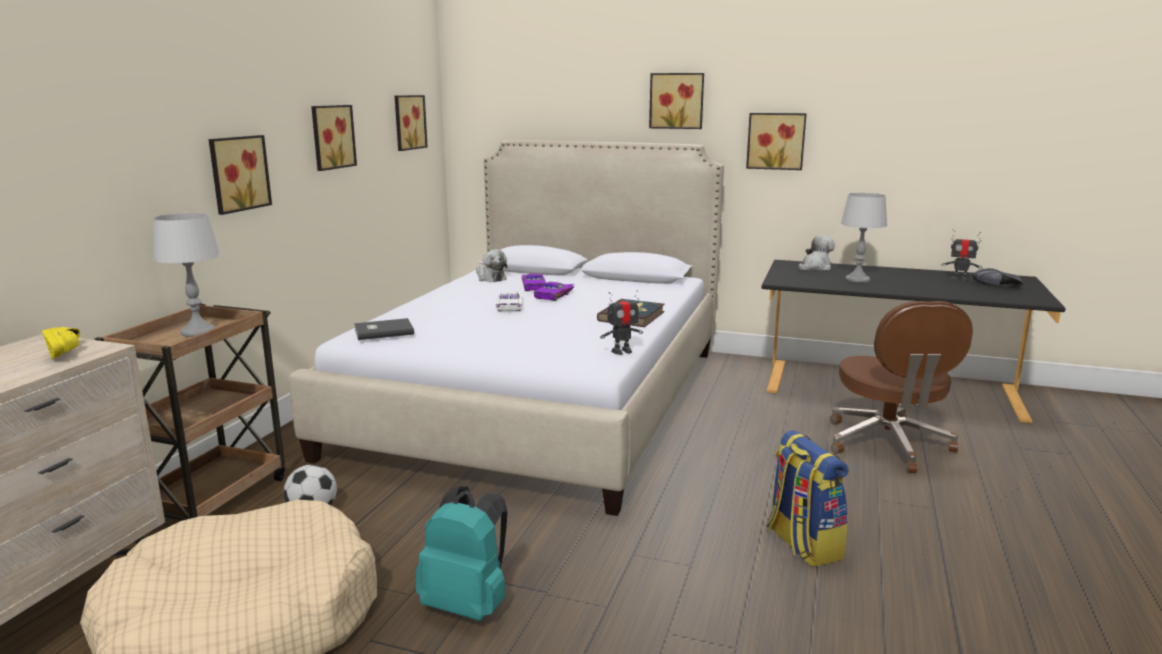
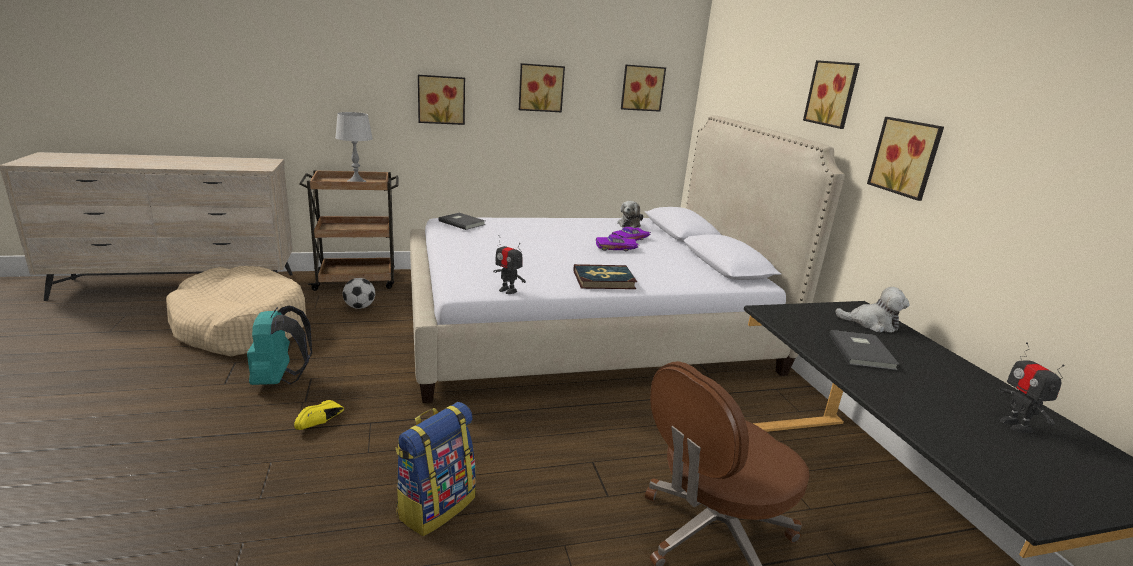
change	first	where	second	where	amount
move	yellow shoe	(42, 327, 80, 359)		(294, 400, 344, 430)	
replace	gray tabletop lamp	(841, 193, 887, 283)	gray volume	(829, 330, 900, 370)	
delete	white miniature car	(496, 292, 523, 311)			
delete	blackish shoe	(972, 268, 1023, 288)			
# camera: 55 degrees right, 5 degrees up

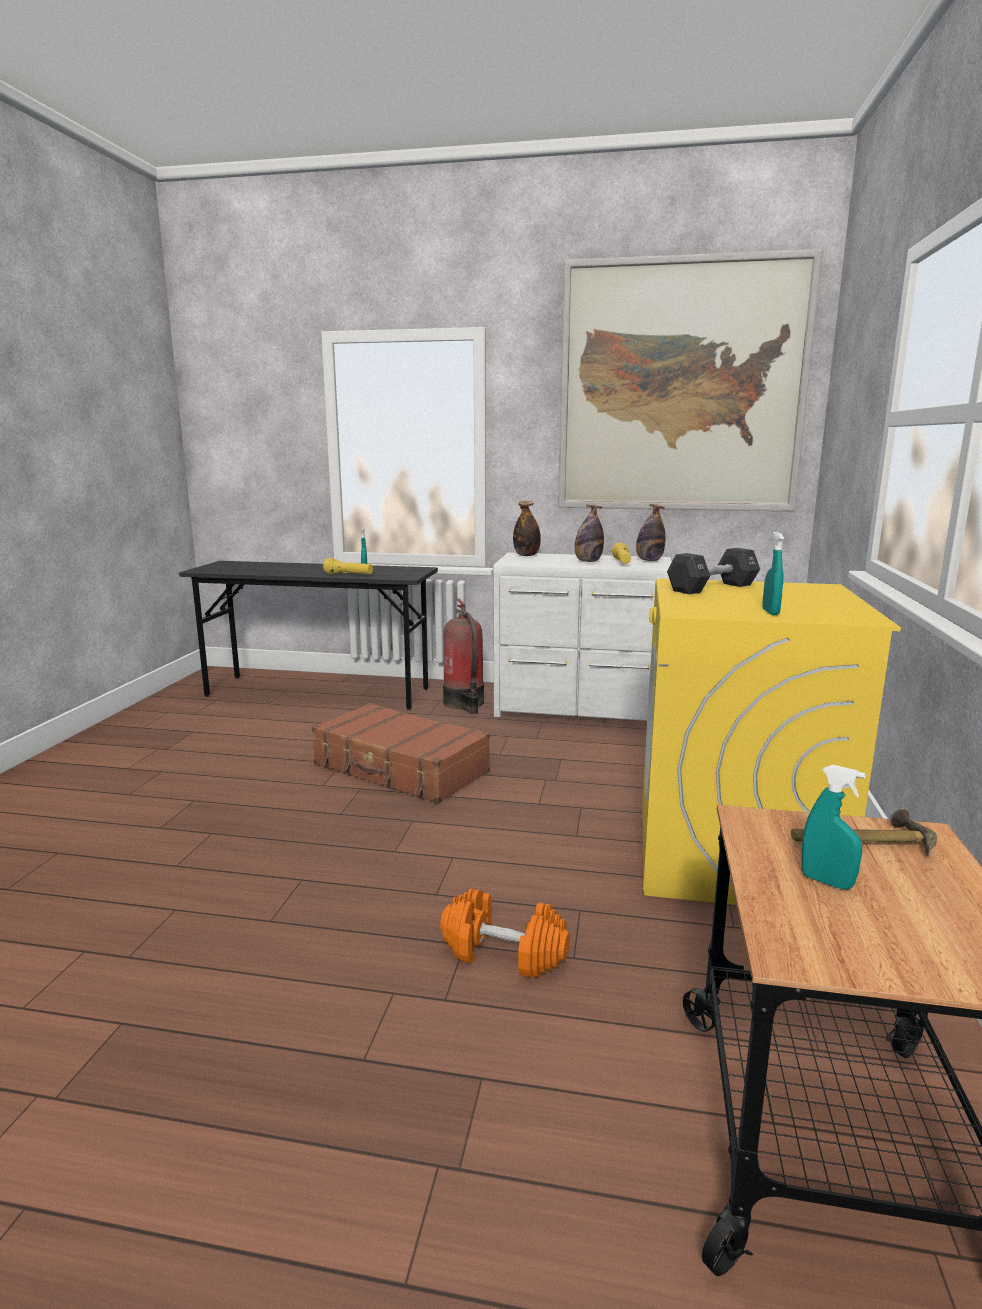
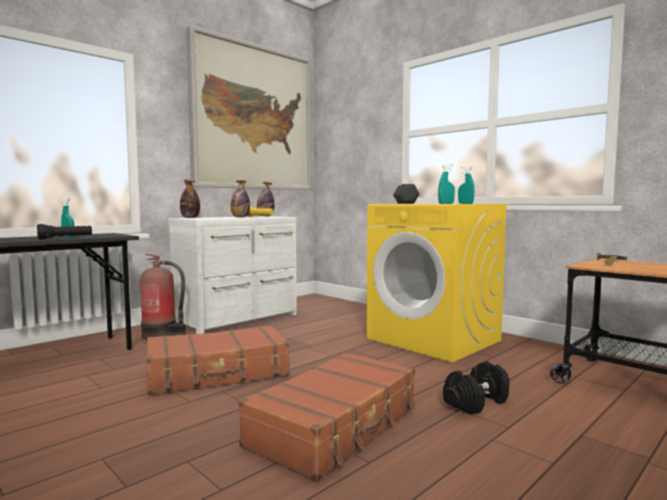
change	first	where	second	where	amount
recolor	yellow flashlight	(323, 558, 373, 574)	blackish flashlight	(37, 224, 92, 239)	
insert			brown-coloured piece of luggage	(238, 352, 415, 482)	
move	turquoise-coloured spray bottle	(801, 765, 866, 889)		(438, 164, 455, 204)	
recolor	orange-coloured free weight	(440, 888, 570, 978)	blackish free weight	(443, 361, 510, 415)	
# camera: 55 degrees left, 10 degrees down

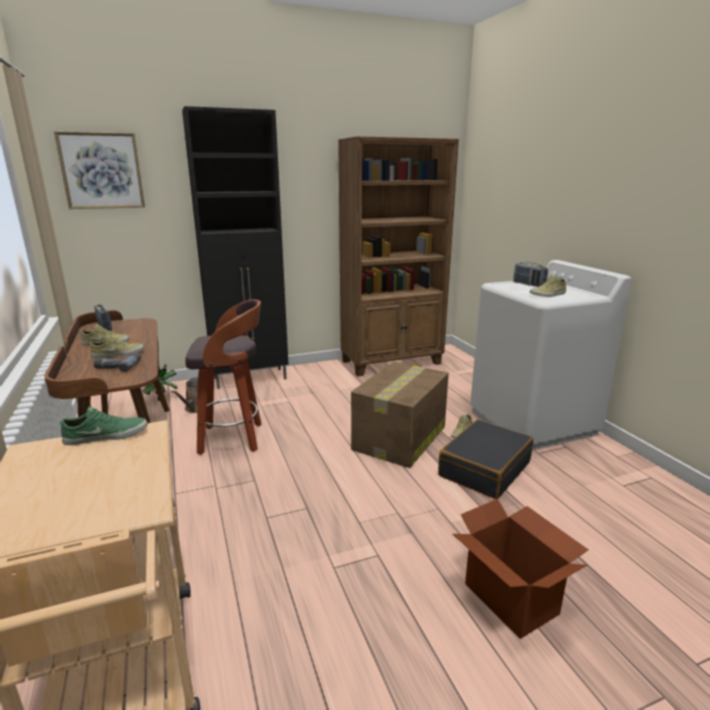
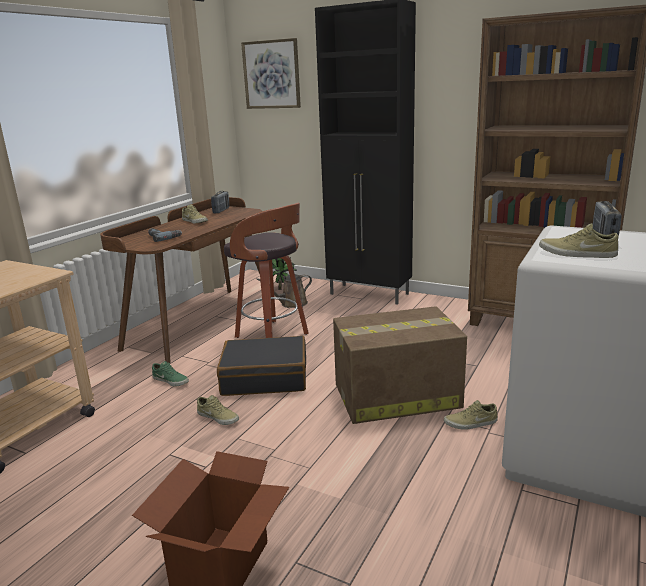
change	first	where	second	where	amount
move	greenish shoe	(60, 407, 148, 445)		(152, 361, 189, 386)	
move	sand-coloured shoe	(90, 334, 144, 358)		(197, 395, 239, 425)	
move	blackish piece of luggage	(438, 420, 533, 499)		(217, 336, 306, 396)	
# camera: 50 degrees right, 0 degrees up

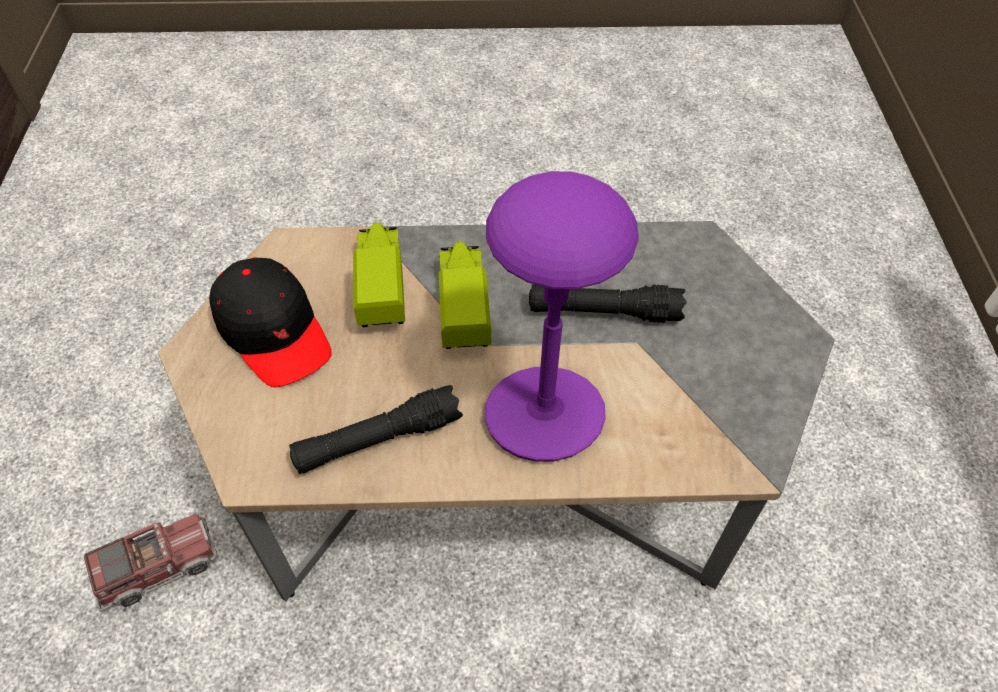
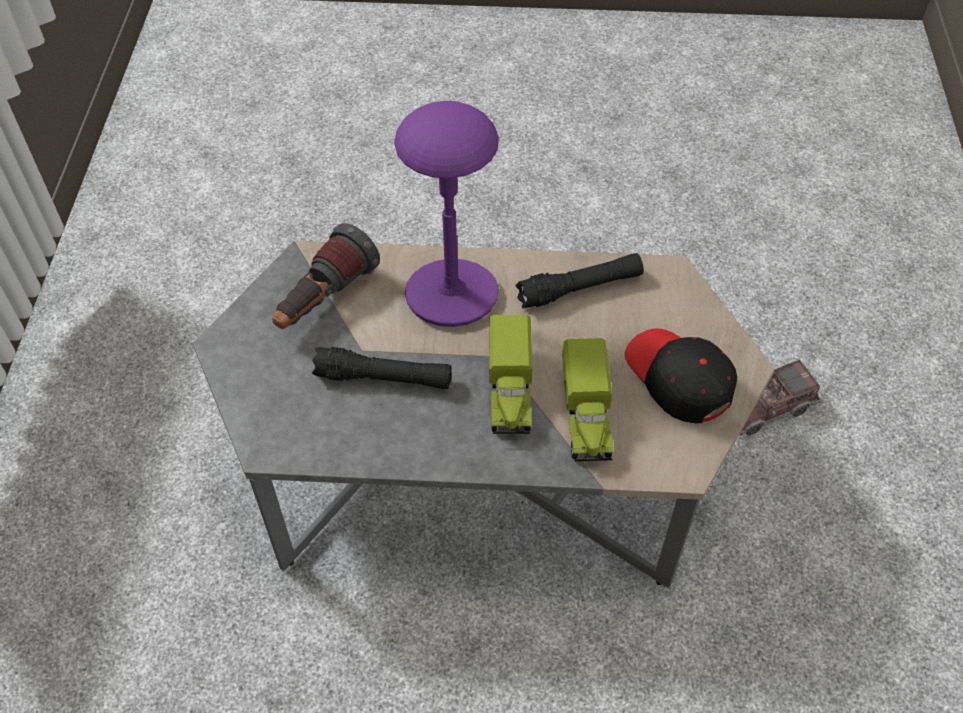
change	first	where	second	where	amount
insert			flashlight	(272, 223, 380, 329)	
# camera: 175 degrees left, 0 degrees up

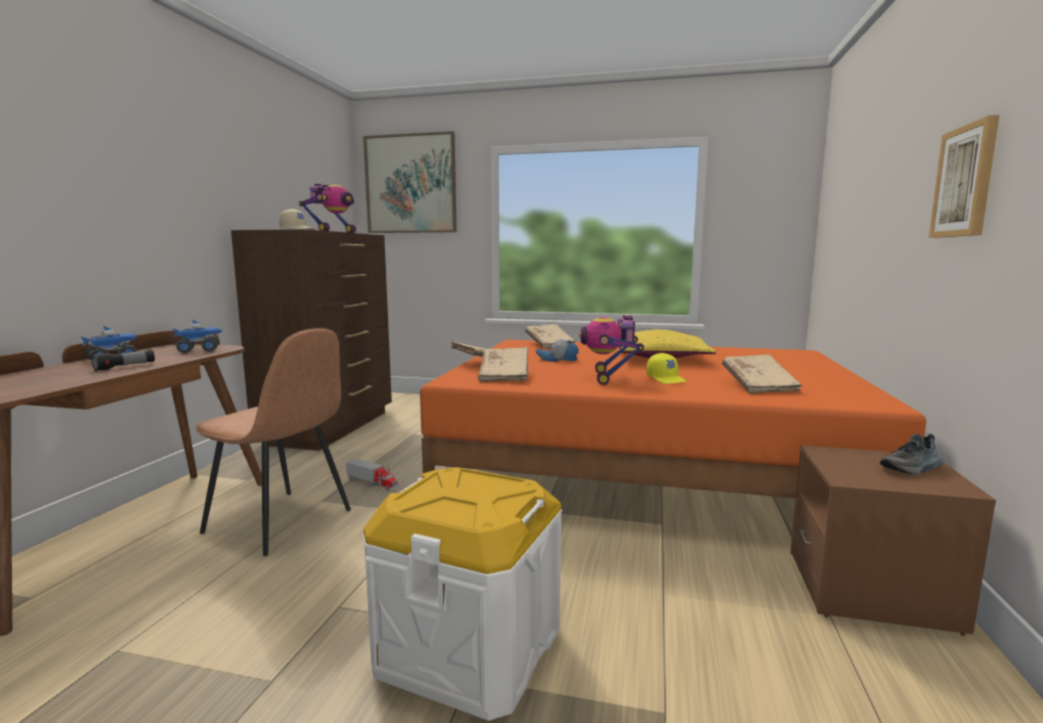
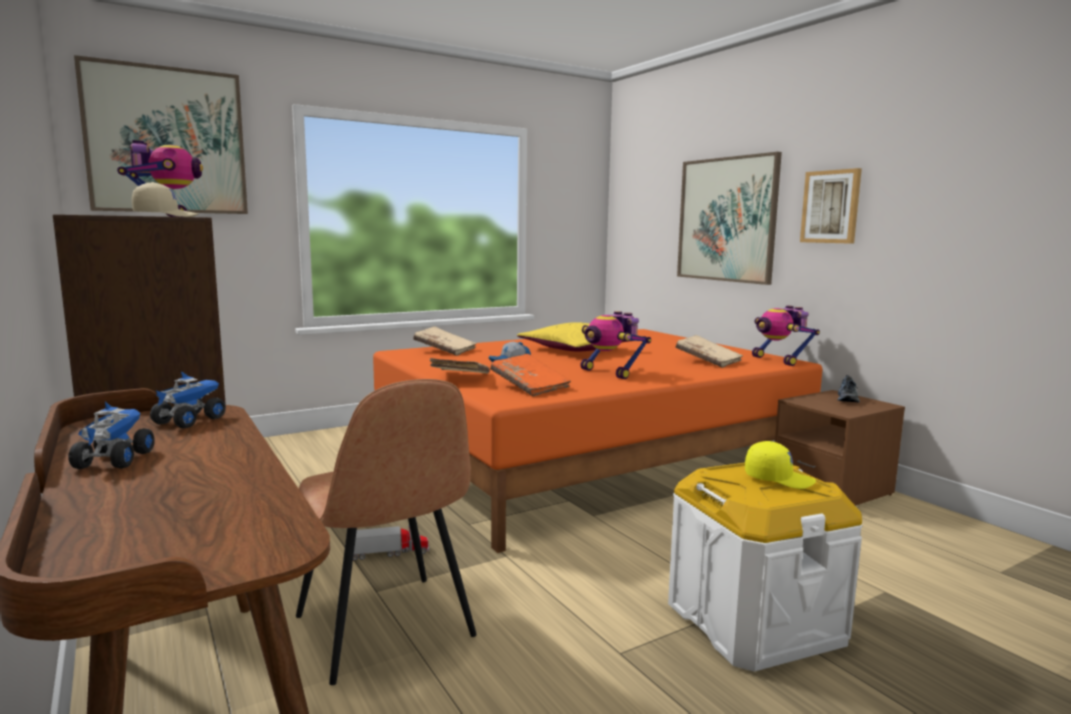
change	first	where	second	where	amount
rotate	brown-coloured chair	(196, 328, 351, 556)		(296, 379, 477, 685)	75 degrees clockwise
recolor	sand-coloured volume	(478, 347, 528, 382)	orange-coloured volume	(490, 354, 571, 396)	
insert			picture	(677, 152, 782, 285)	
move	yellow cap	(646, 353, 687, 384)		(745, 441, 816, 489)	
insert			model robot	(752, 306, 820, 366)	
delete	flashlight	(91, 350, 155, 371)			
# camera: 45 degrees left, 0 degrees up

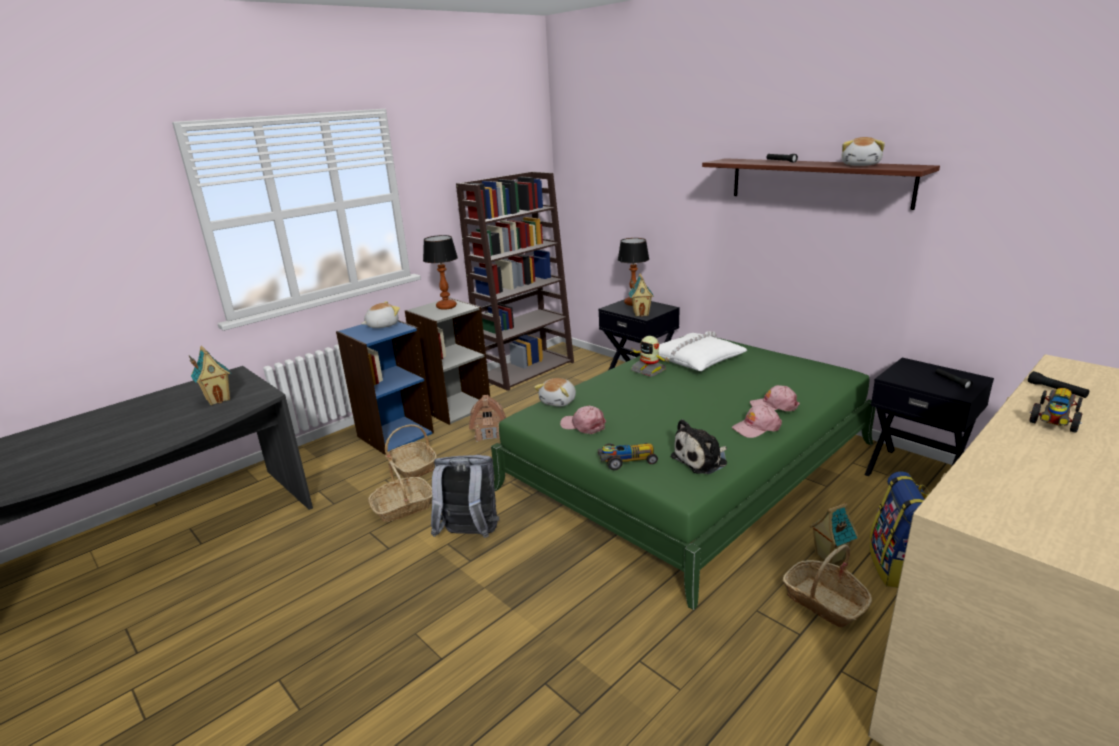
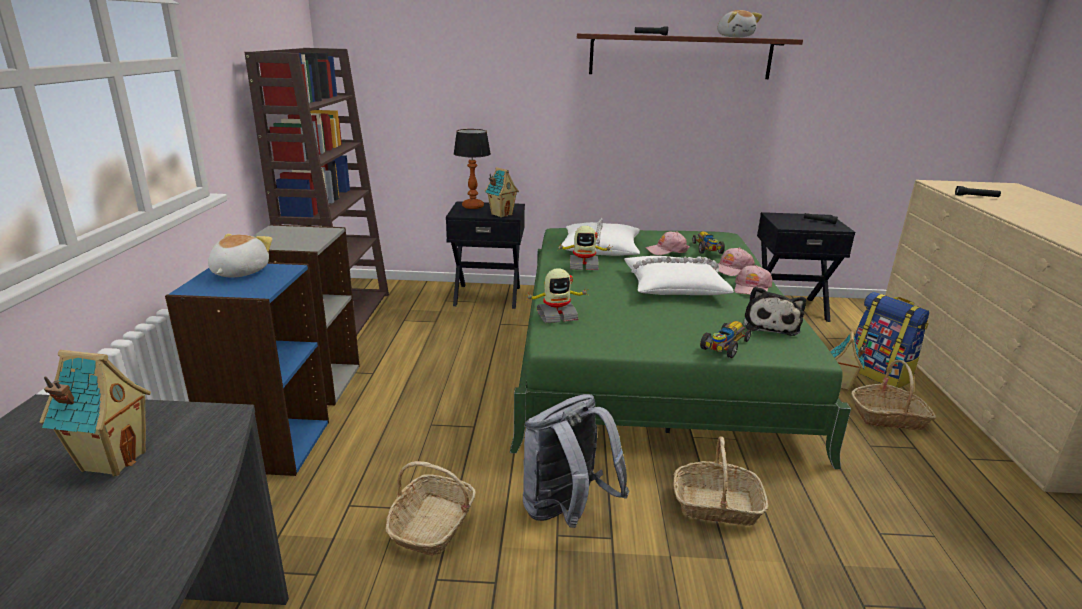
change	first	where	second	where	amount
replace	soft toy	(534, 378, 576, 407)	model robot	(524, 268, 588, 323)	
insert			white throw pillow	(624, 256, 734, 295)	
move	pink-coloured cap	(560, 406, 606, 434)		(645, 231, 690, 255)	
move	basket	(385, 424, 437, 478)		(673, 436, 768, 526)	
move	miniature car	(1029, 388, 1083, 433)		(693, 231, 725, 254)	
delete	tabletop lamp	(423, 235, 458, 310)			
delete	model house	(469, 395, 506, 442)			
# camera: 45 degrees left, 0 degrees up

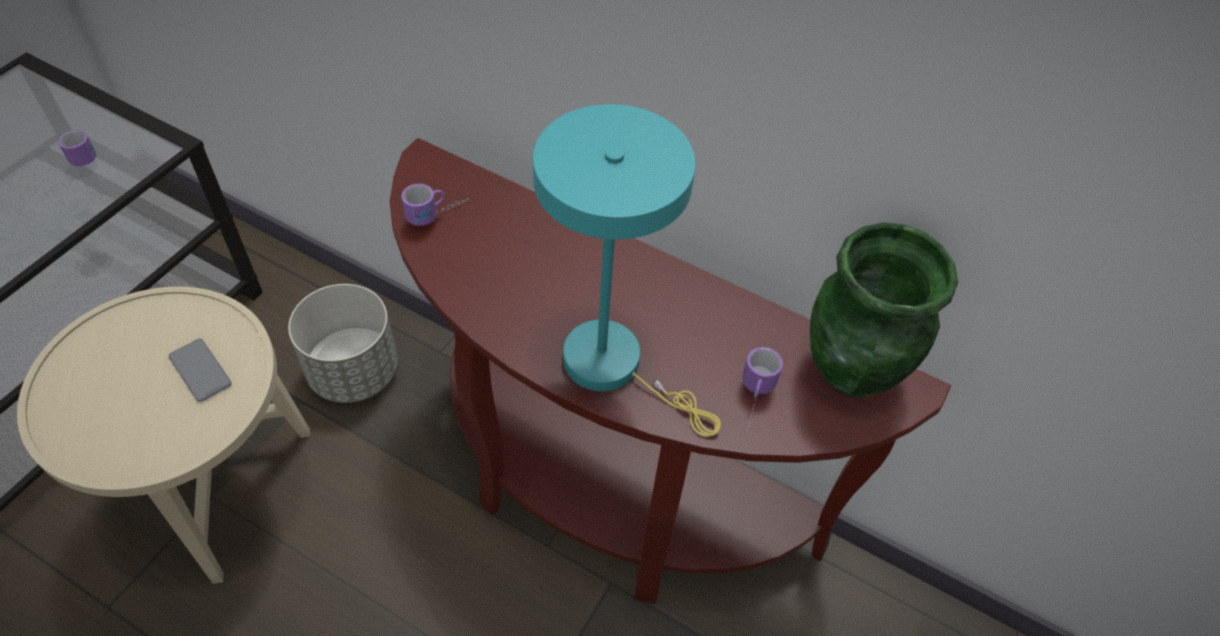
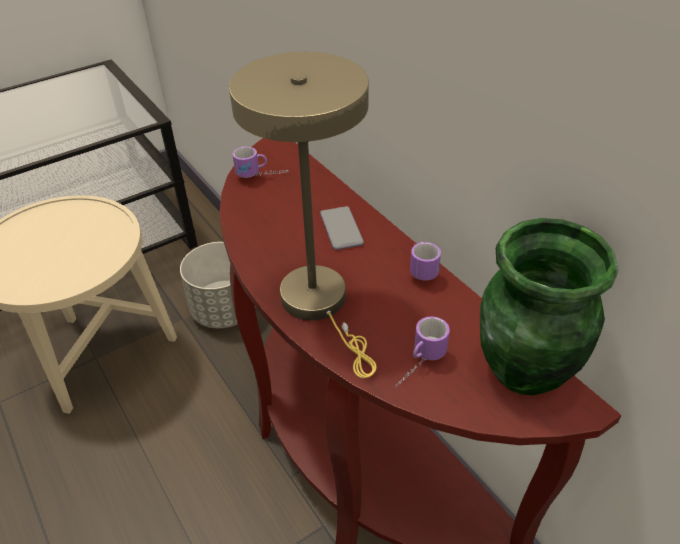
change	first	where	second	where	amount
recolor	turquoise-coloured tabletop lamp	(533, 104, 721, 437)	sand-coloured tabletop lamp	(229, 52, 377, 378)	
move	telephone	(168, 338, 231, 402)		(320, 206, 364, 250)	
move	coffee mug	(58, 130, 97, 166)		(410, 241, 441, 280)	
# camera: 30 degrees right, 10 degrees down

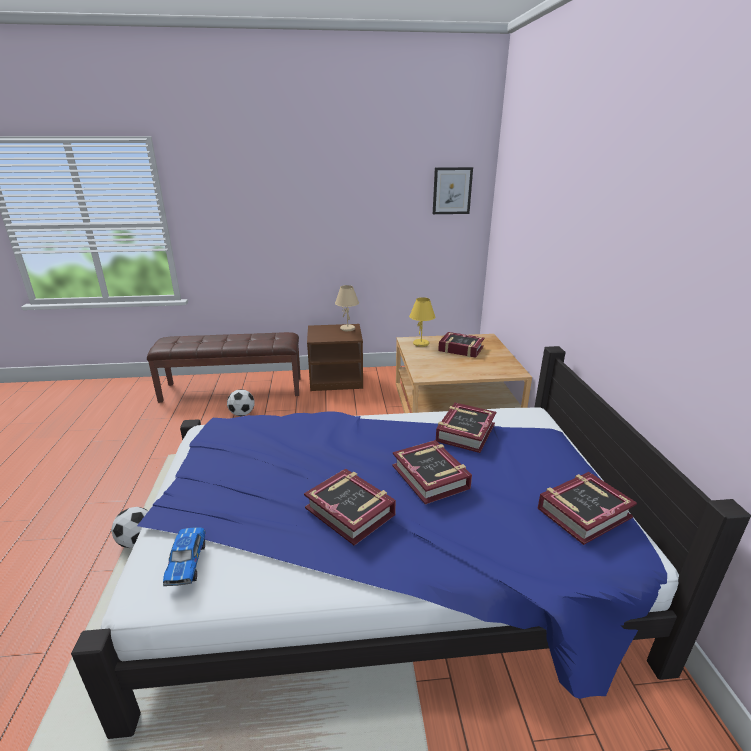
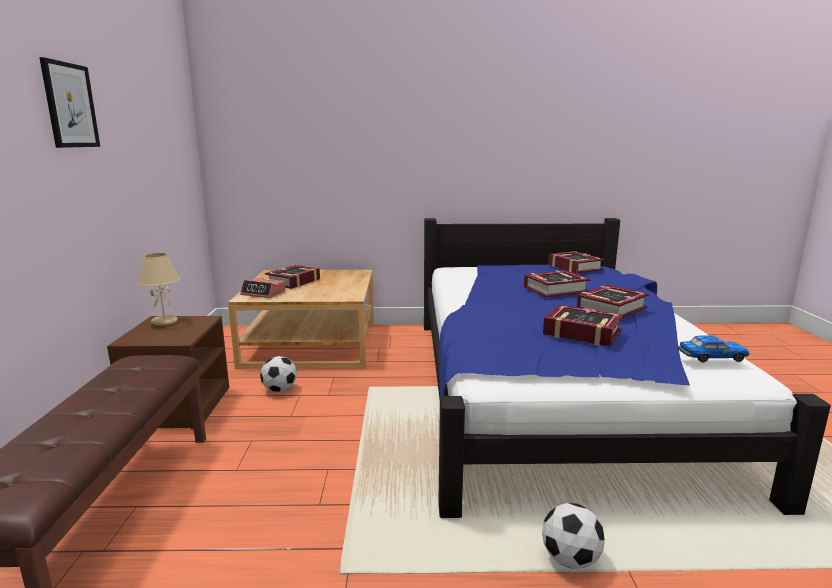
change	first	where	second	where	amount
move	picture	(433, 167, 473, 214)		(39, 57, 100, 148)	
replace	yellow tabletop lamp	(409, 297, 435, 347)	bedside clock	(240, 278, 285, 298)	
move	football	(227, 389, 255, 416)		(260, 356, 297, 392)	
move	volume	(436, 403, 496, 453)		(543, 305, 623, 347)	
# camera: 85 degrees left, 10 degrees down

